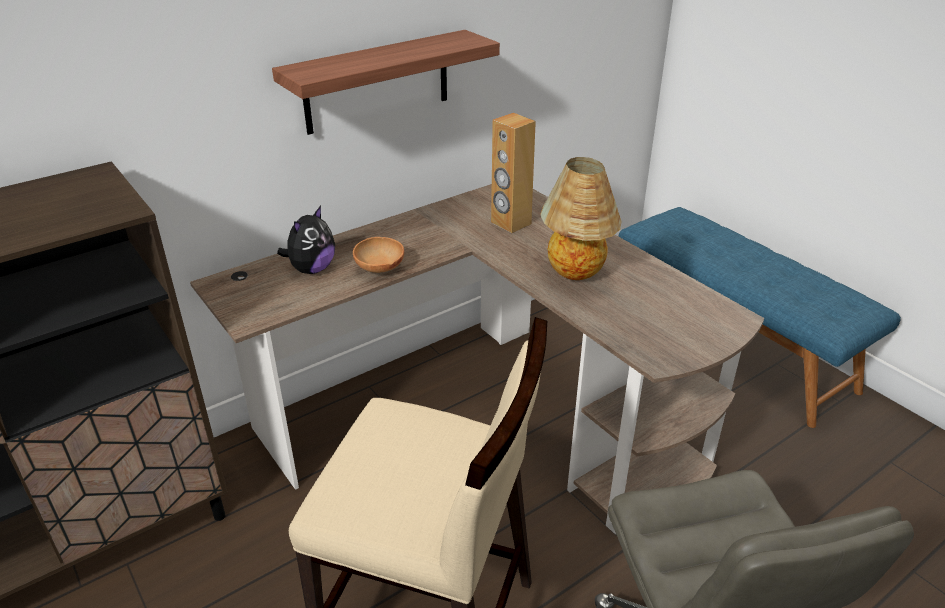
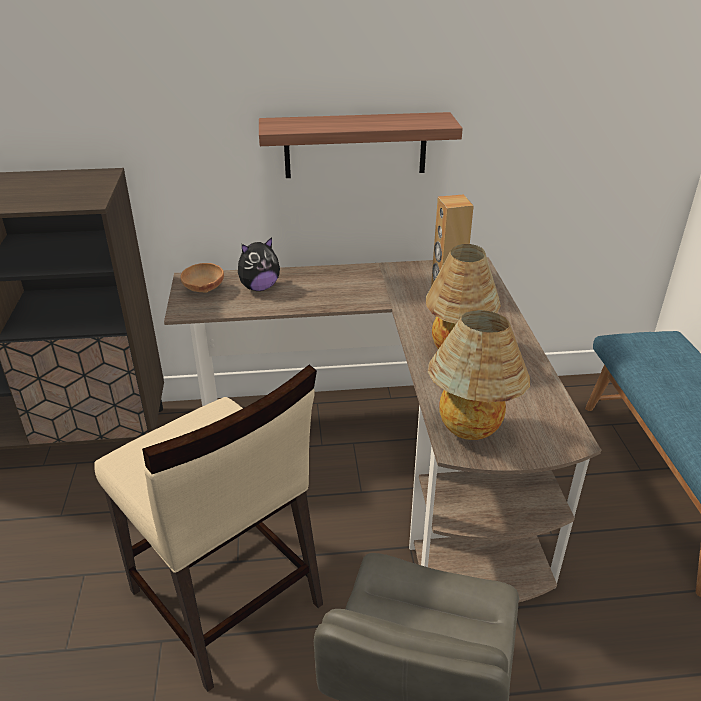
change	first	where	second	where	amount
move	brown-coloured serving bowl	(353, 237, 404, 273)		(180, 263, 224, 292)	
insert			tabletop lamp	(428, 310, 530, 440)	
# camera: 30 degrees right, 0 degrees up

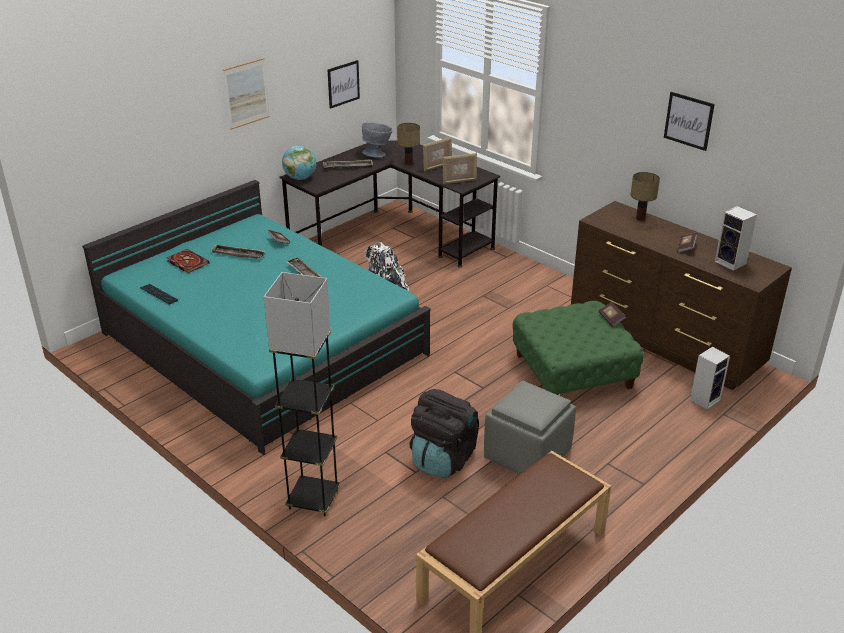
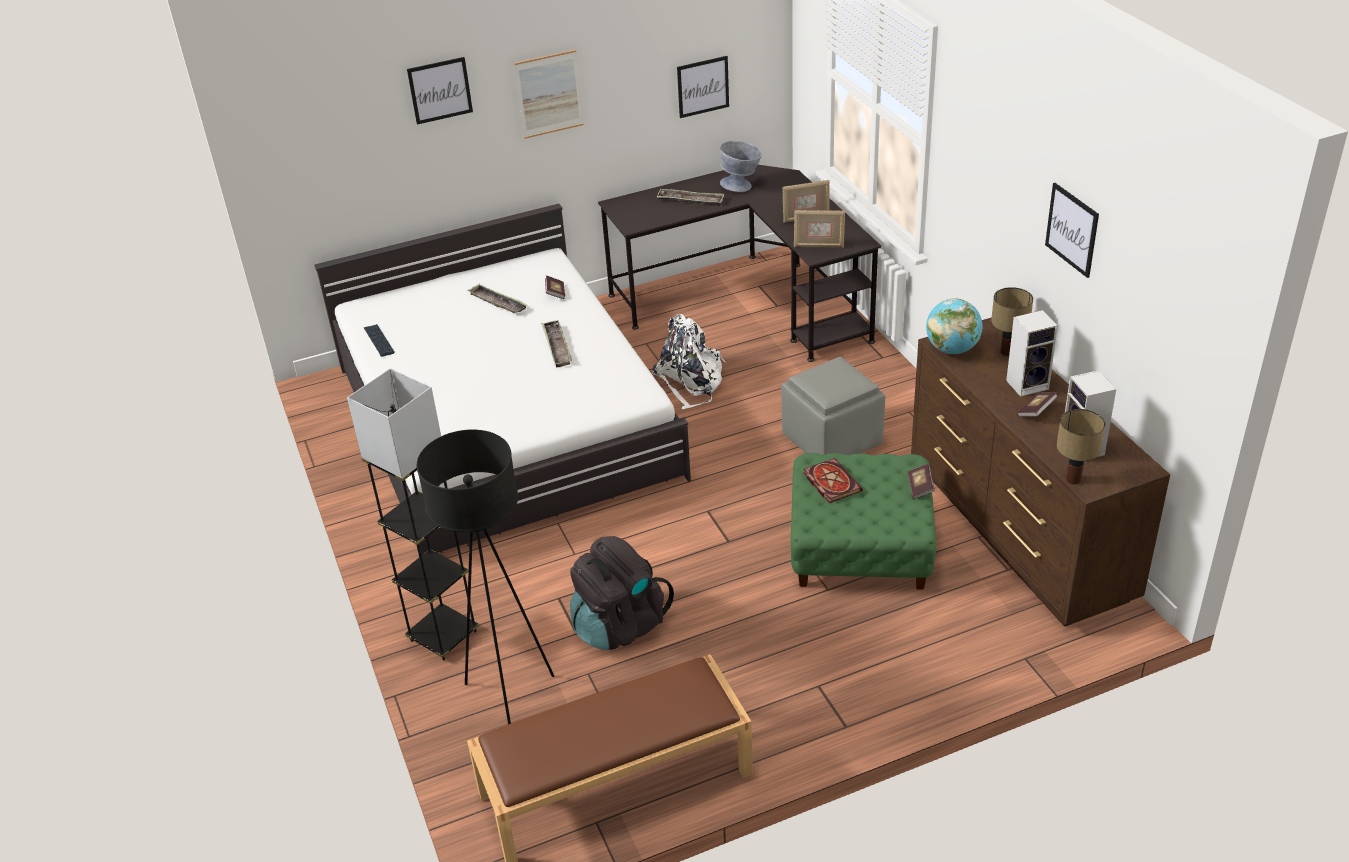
change	first	where	second	where	amount
recolor	turquoise-coloured sleeping bed	(82, 180, 431, 455)	white sleeping bed	(314, 204, 691, 555)	
insert			picture	(407, 57, 473, 125)	
insert			blackish floor lamp	(417, 429, 554, 724)	
move	gray ottoman	(484, 381, 576, 474)		(781, 357, 885, 455)	
move	volume	(167, 249, 210, 273)		(803, 458, 863, 503)	
move	world globe	(282, 145, 316, 180)		(926, 298, 982, 354)	
move	speaker	(690, 347, 730, 410)		(1006, 310, 1058, 397)	
move	tabletop lamp	(397, 123, 420, 165)		(1057, 409, 1105, 484)	
# camera: 25 degrees right, 5 degrees up

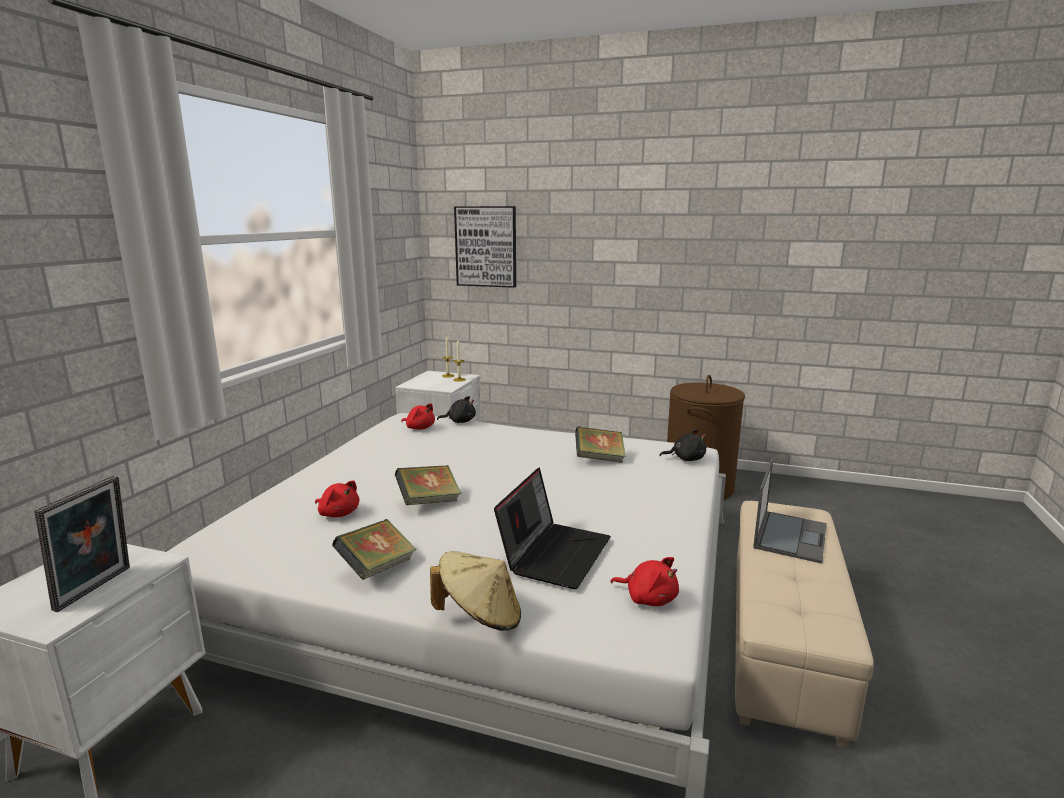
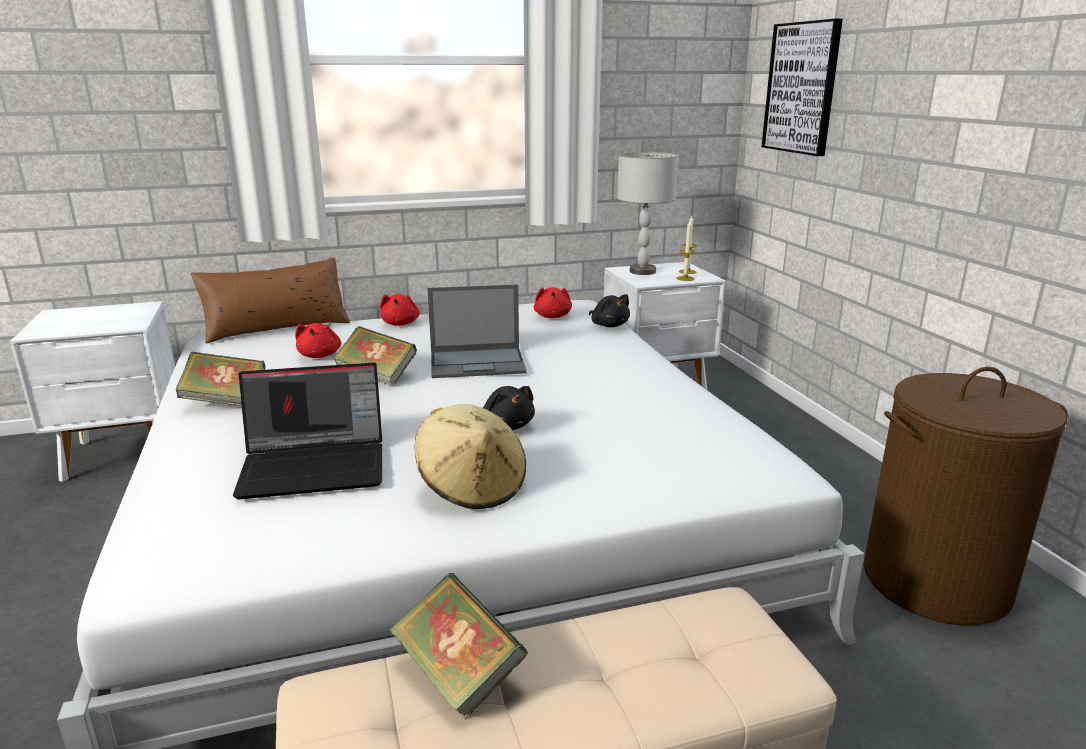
change	first	where	second	where	amount
insert			brown-coloured throw pillow	(191, 257, 350, 344)	
move	red soft toy	(610, 557, 679, 606)		(380, 294, 420, 326)	
move	volume	(575, 426, 626, 463)		(389, 573, 528, 719)	
move	sand-coloured hat	(430, 551, 521, 631)		(415, 404, 526, 509)	
move	portable computer	(753, 459, 827, 564)		(428, 284, 527, 378)	
move	blackish soft toy	(659, 429, 706, 461)		(483, 386, 535, 430)	
insert			gray tabletop lamp	(617, 152, 679, 275)	
delete	standing frame	(35, 476, 130, 612)			
# camera: 55 degrees right, 5 degrees up

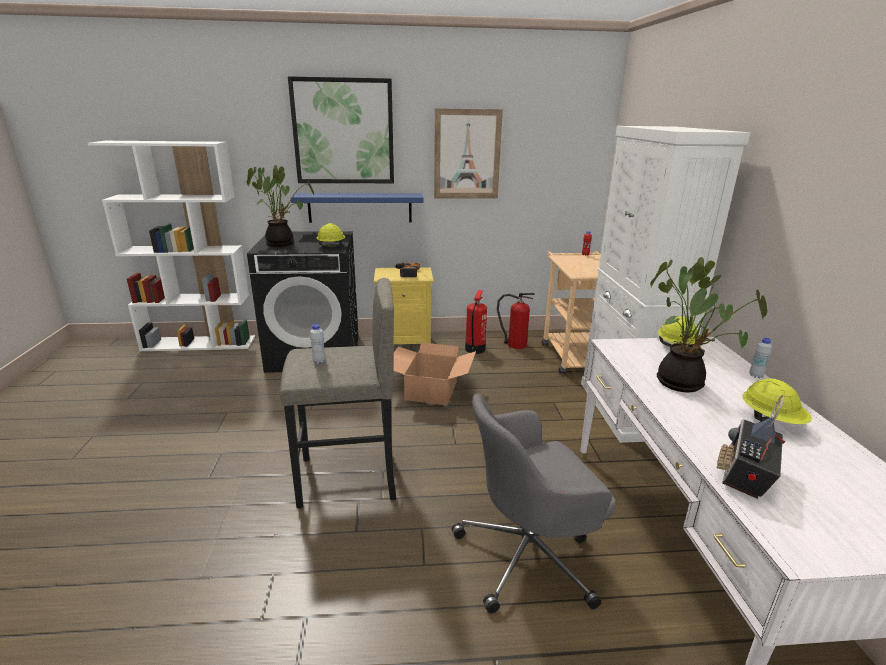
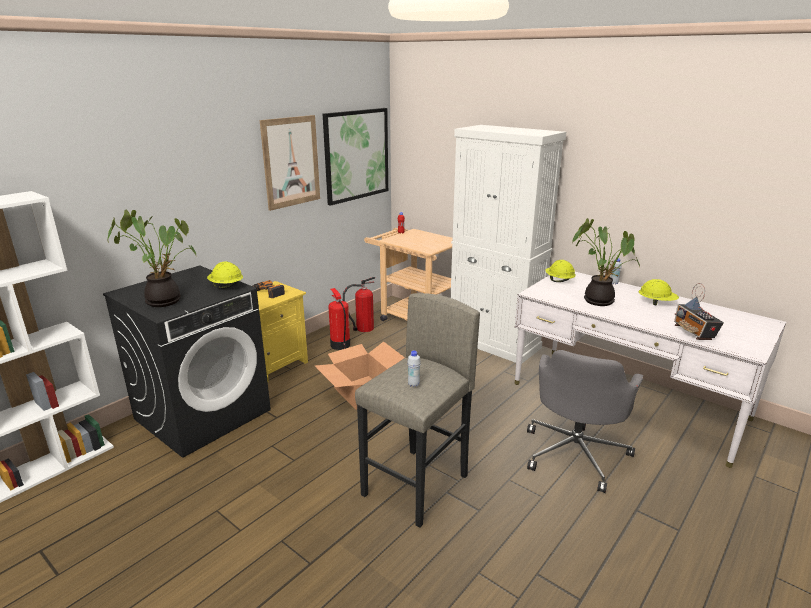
change	first	where	second	where	amount
move	picture	(288, 76, 394, 183)		(323, 108, 388, 206)	
delete	bluish wall shelf	(291, 193, 423, 223)			
# camera: 45 degrees left, 0 degrees up

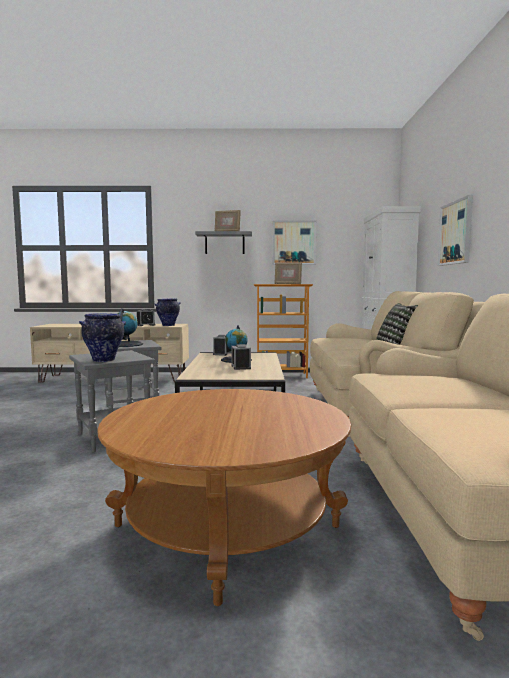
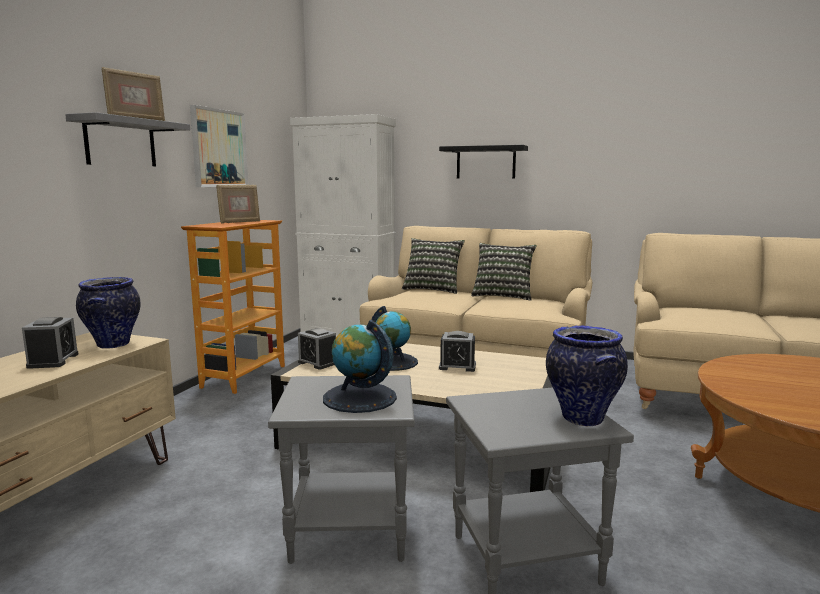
change	first	where	second	where	amount
insert			throw pillow	(402, 238, 465, 294)	
replace	picture	(438, 195, 473, 266)	blackish wall shelf	(439, 145, 528, 178)	
# camera: 70 degrees left, 5 degrees up

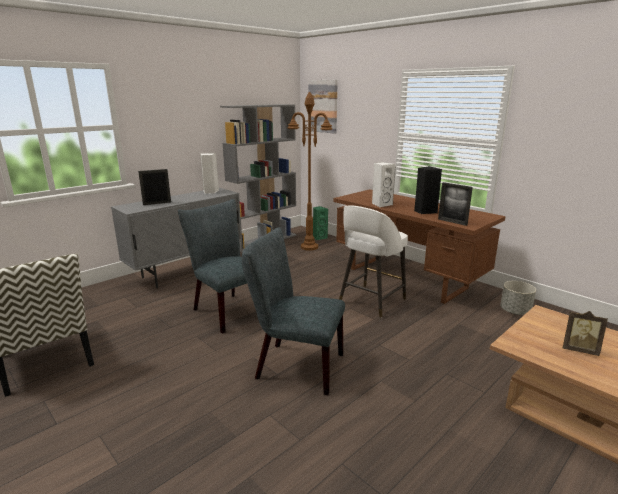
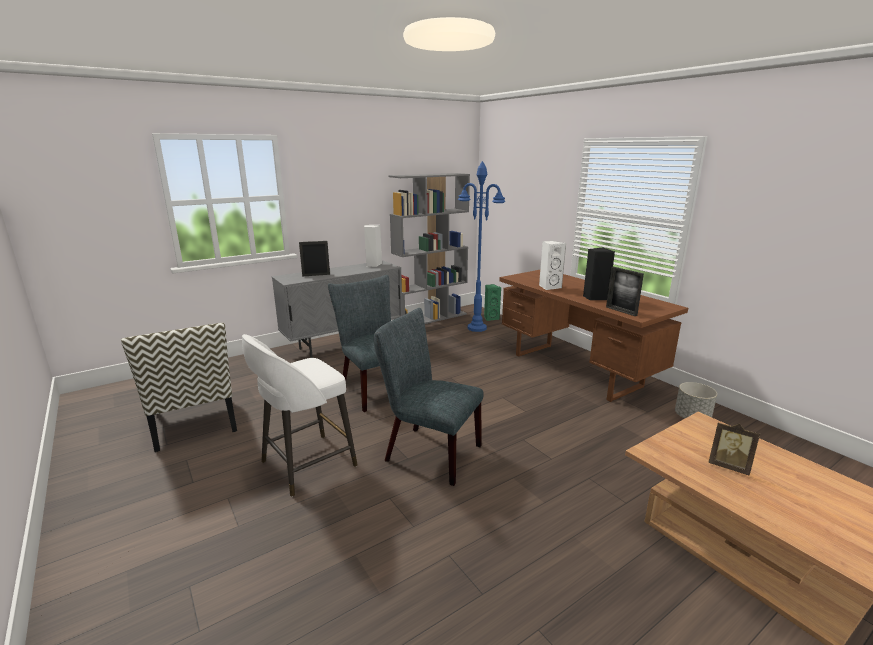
change	first	where	second	where	amount
move	white stool	(339, 205, 408, 318)		(242, 334, 358, 497)	
recolor	brown-coloured floor lamp	(287, 91, 332, 251)	bluish floor lamp	(458, 161, 505, 332)	
delete	picture	(308, 80, 338, 134)			
# camera: 10 degrees right, 0 degrees up

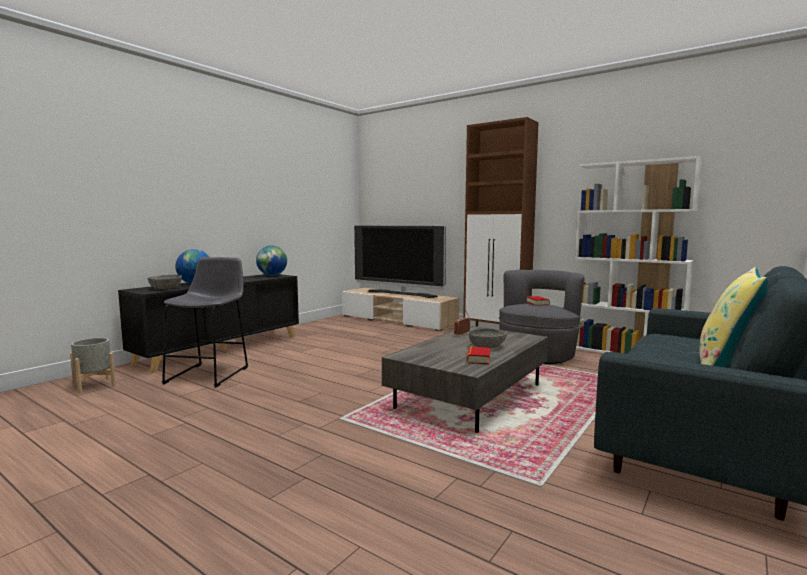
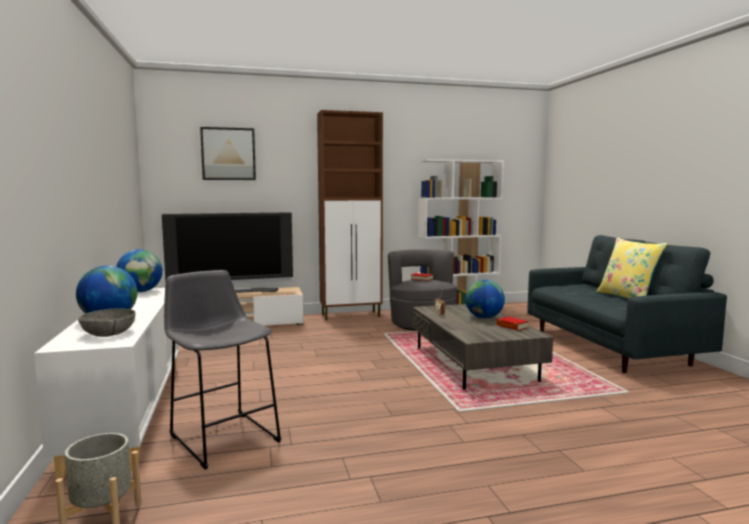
change	first	where	second	where	amount
recolor	blackish cabinet	(118, 274, 299, 373)	white cabinet	(34, 288, 179, 480)	
insert			picture	(200, 127, 256, 180)	
replace	gray serving bowl	(468, 328, 507, 348)	world globe	(465, 280, 505, 319)	
# camera: 50 degrees left, 0 degrees up

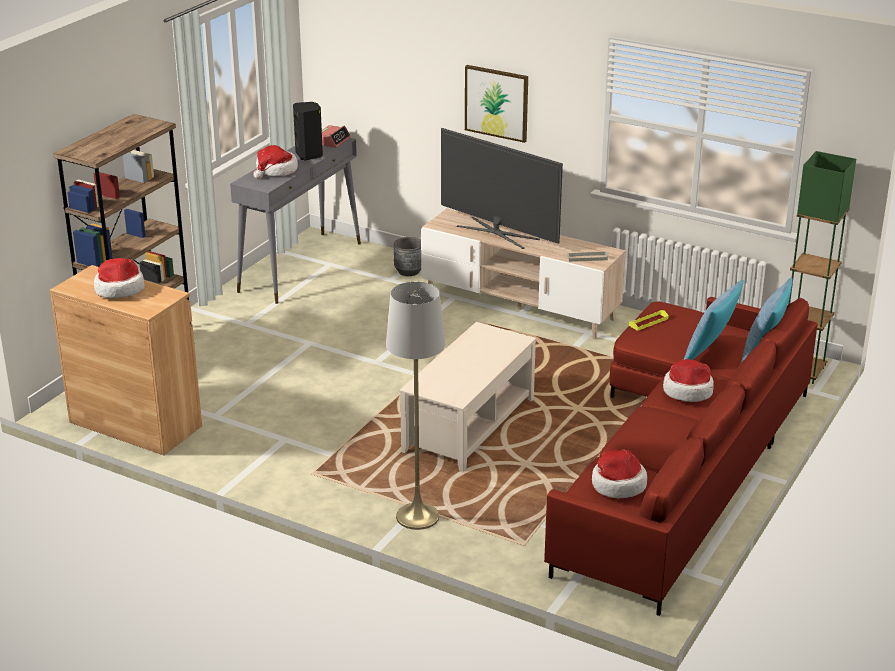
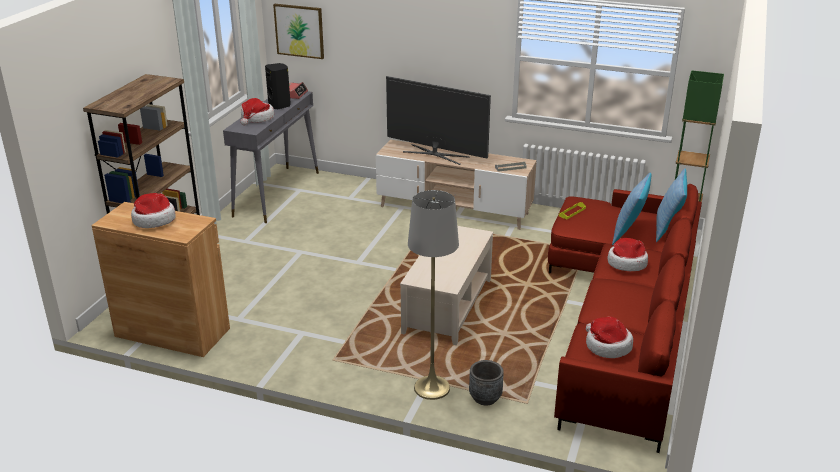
change	first	where	second	where	amount
move	picture	(465, 65, 528, 143)		(273, 4, 324, 59)	
move	gray planter	(394, 237, 421, 276)		(469, 360, 504, 406)	
# camera: 10 degrees left, 0 degrees up

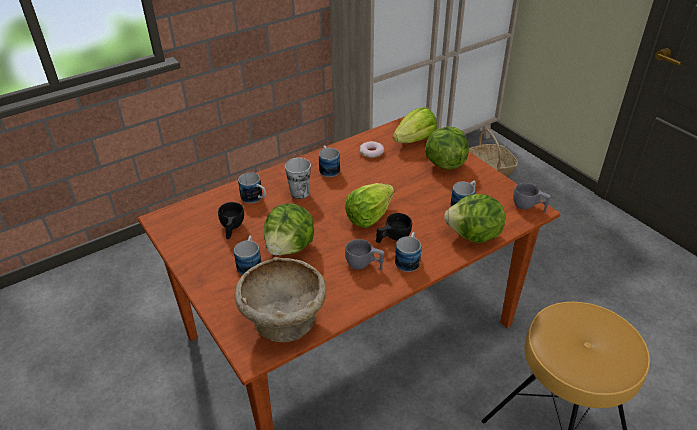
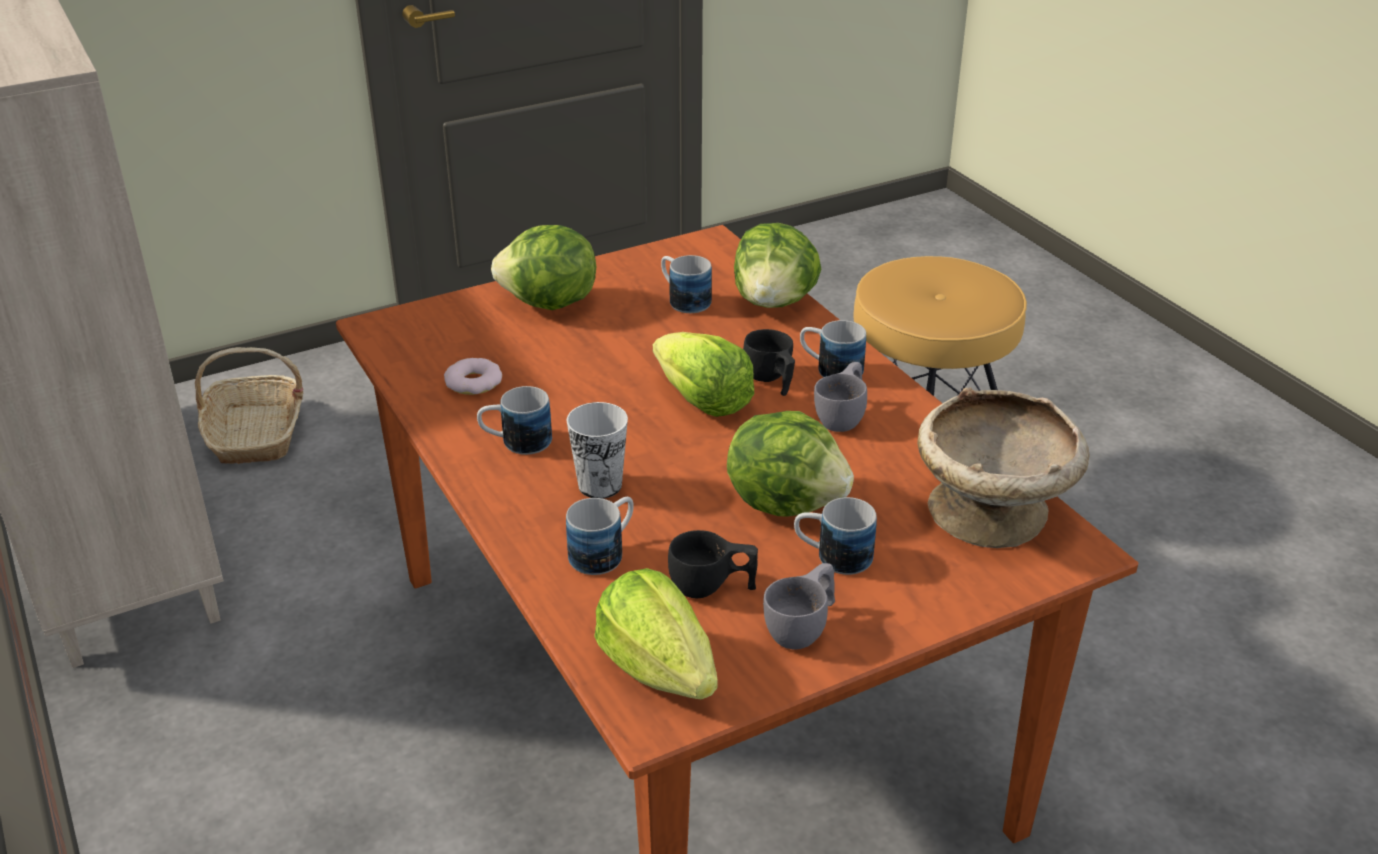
change	first	where	second	where	amount
move	lettuce	(393, 107, 437, 143)		(594, 568, 718, 699)	
move	gray cup	(513, 183, 551, 213)		(763, 563, 835, 649)	
# camera: 85 degrees left, 5 degrees down

